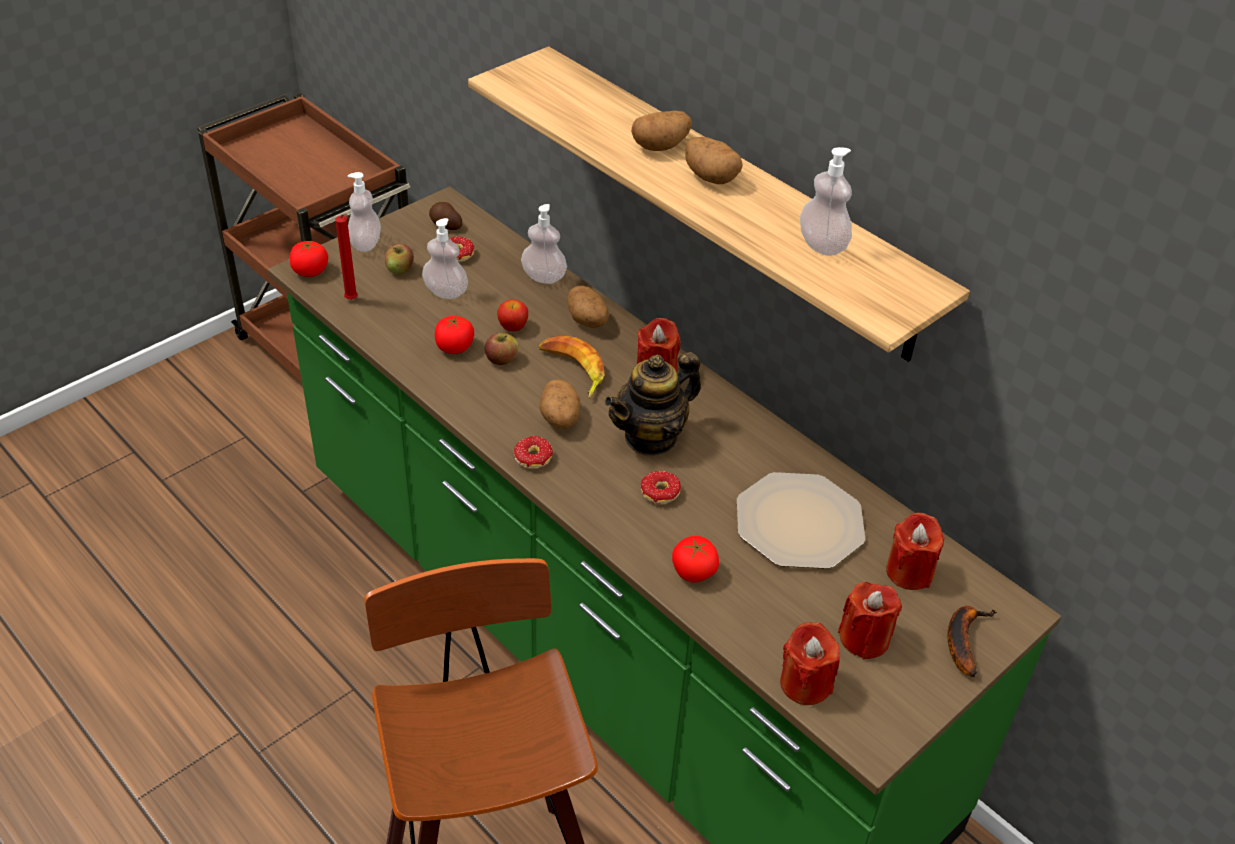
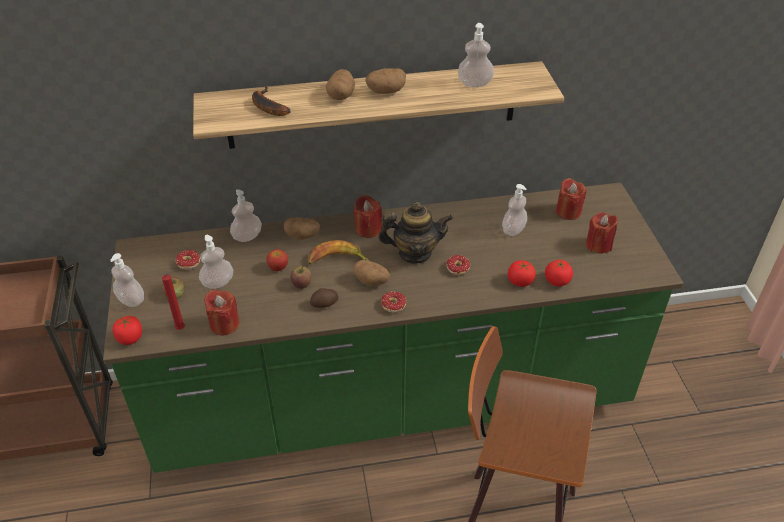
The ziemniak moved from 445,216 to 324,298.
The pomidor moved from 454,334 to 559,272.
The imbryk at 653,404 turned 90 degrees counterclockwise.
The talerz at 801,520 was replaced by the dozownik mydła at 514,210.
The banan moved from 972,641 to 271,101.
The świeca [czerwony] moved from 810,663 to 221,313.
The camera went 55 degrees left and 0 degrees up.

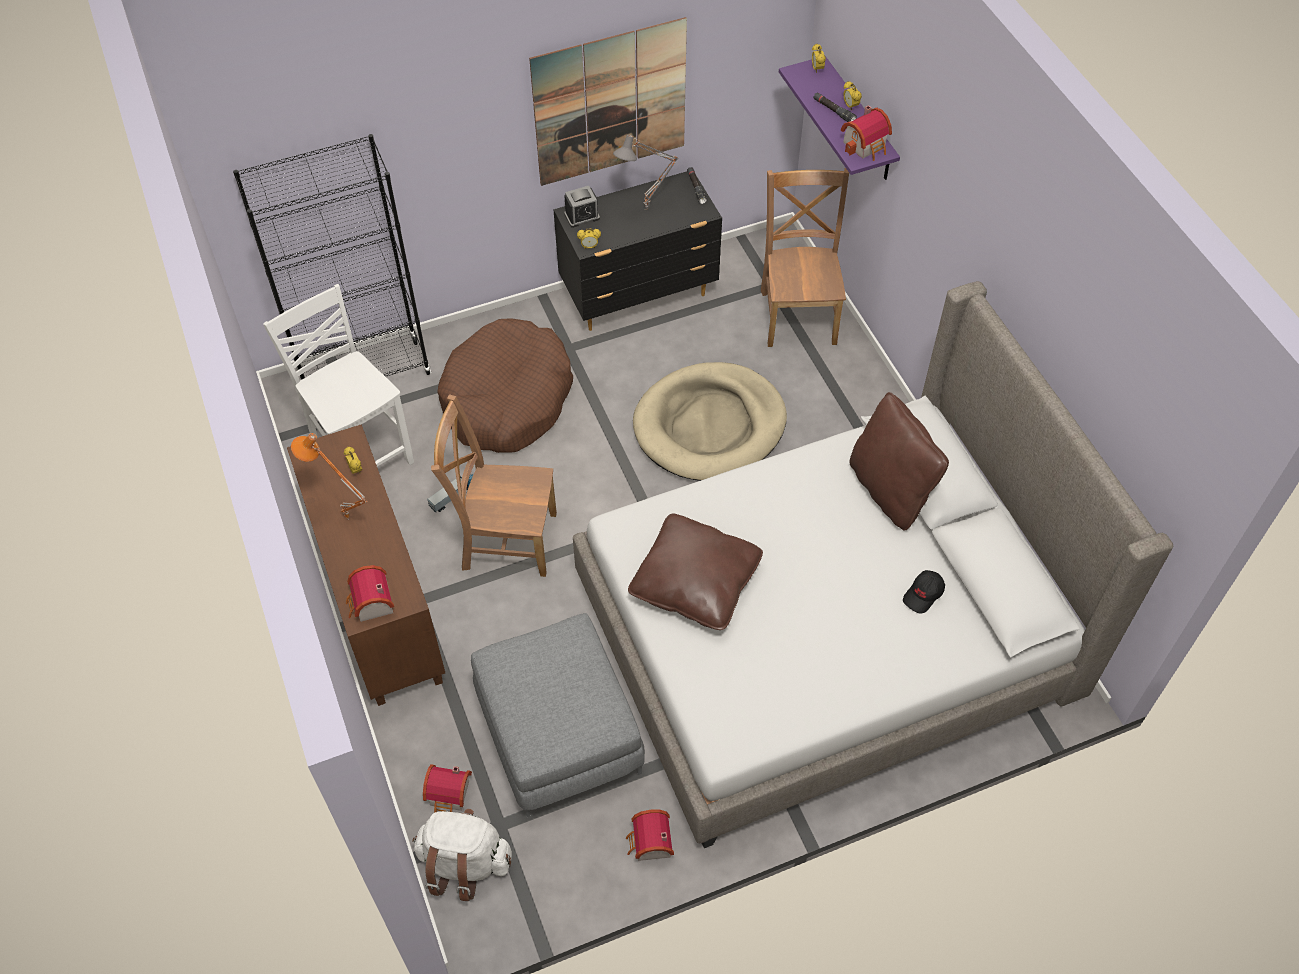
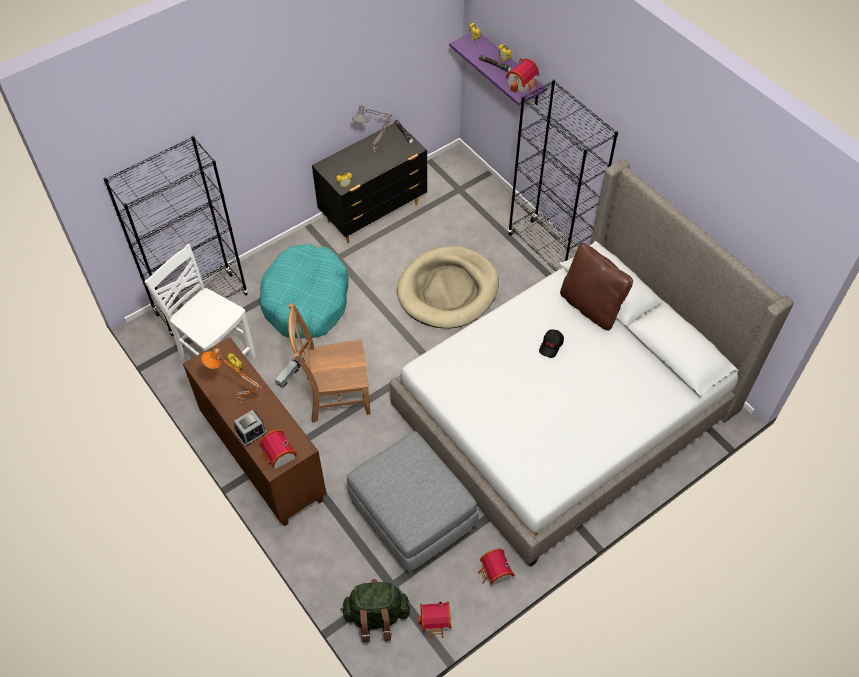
The obraz at 608,101 disappeared.
The krzesło [brązowy] at 805,257 disappeared.
The budzik moved from 582,207 to 250,428.
The legowisko [brązowy] at 505,385 became the legowisko [turkusowy] at 304,292.
The poduszka [brązowy] at 695,572 disappeared.
The czapka z daszkiem [czarny] moved from 924,592 to 551,344.
The domek moved from 447,788 to 434,620.
The plecak [biały] at 462,855 became the plecak [zielony] at 375,610.
The regał [czarny] at 563,175 appeared.
The camera went 15 degrees left and 0 degrees up.

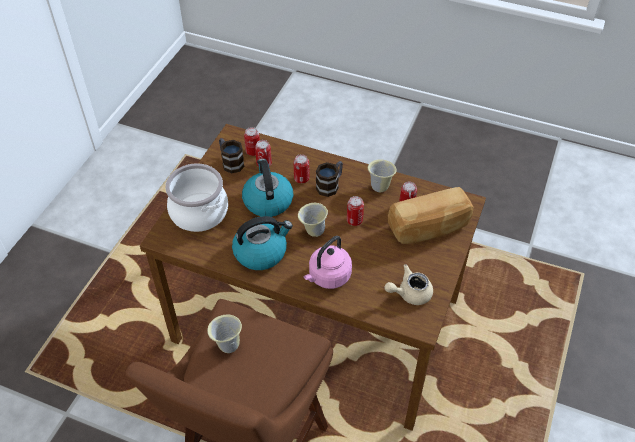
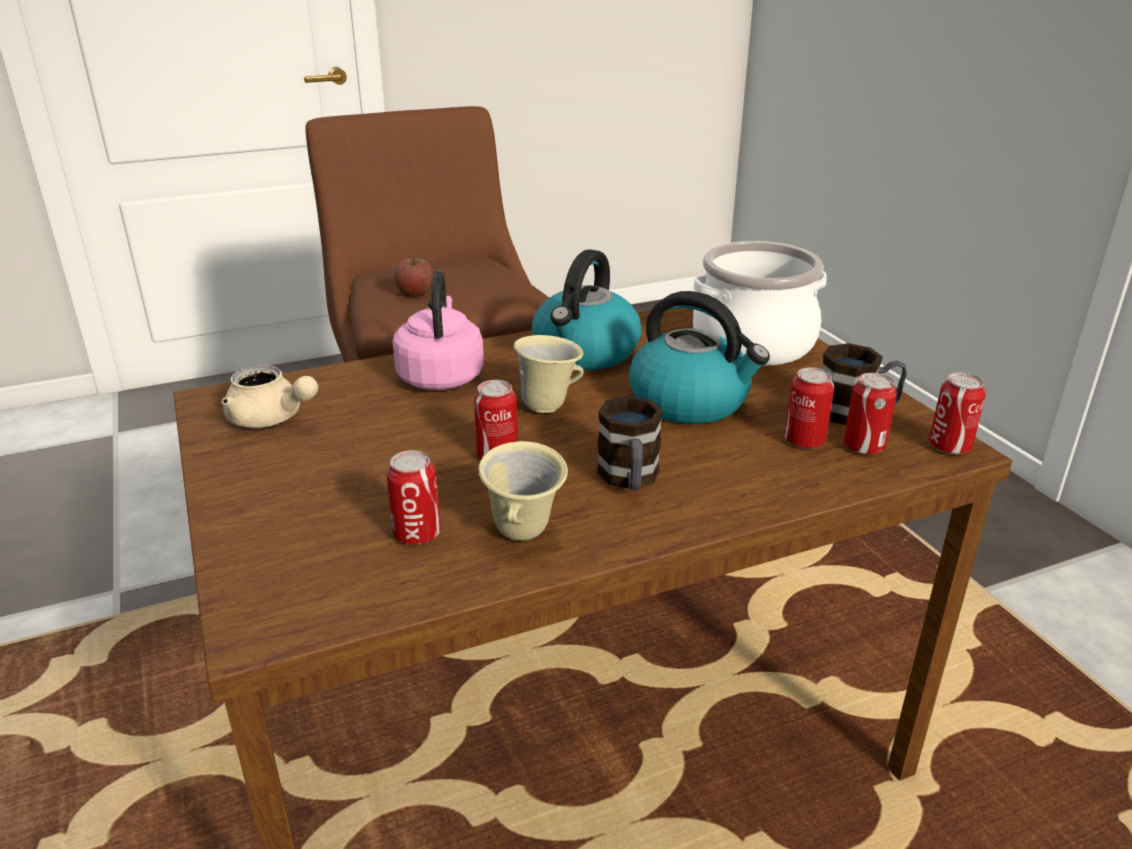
The puszka moved from 302,168 to 957,414.
The chleb at 431,215 disappeared.
The imbryk [beżowy] at 408,284 turned 90 degrees clockwise.
The kubek [beżowy] at 224,334 disappeared.
The jabłko at 414,277 appeared.
The camera went 135 degrees right and 20 degrees down.

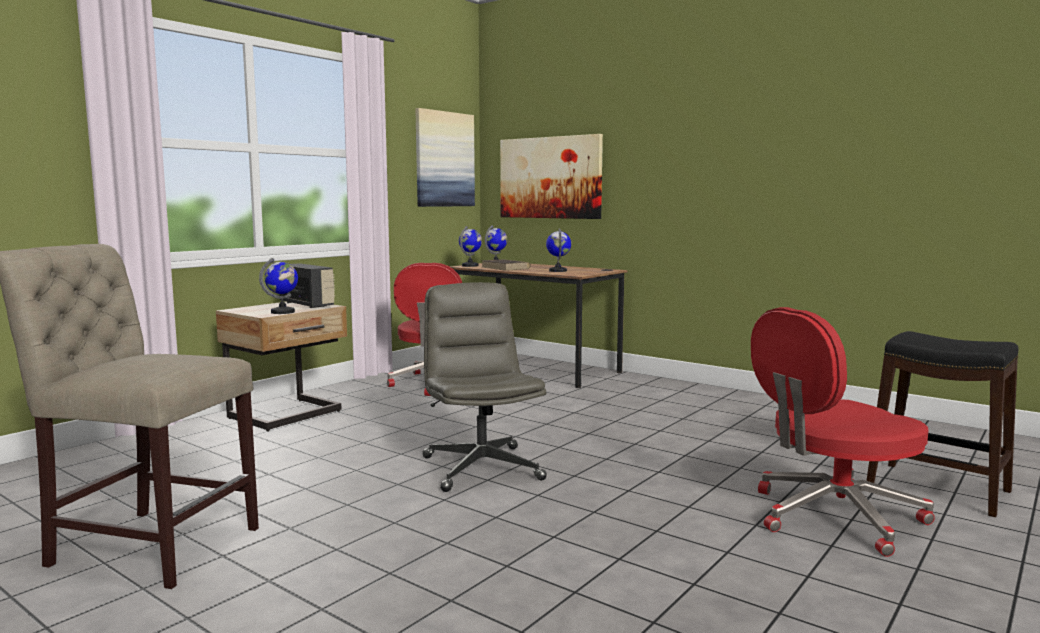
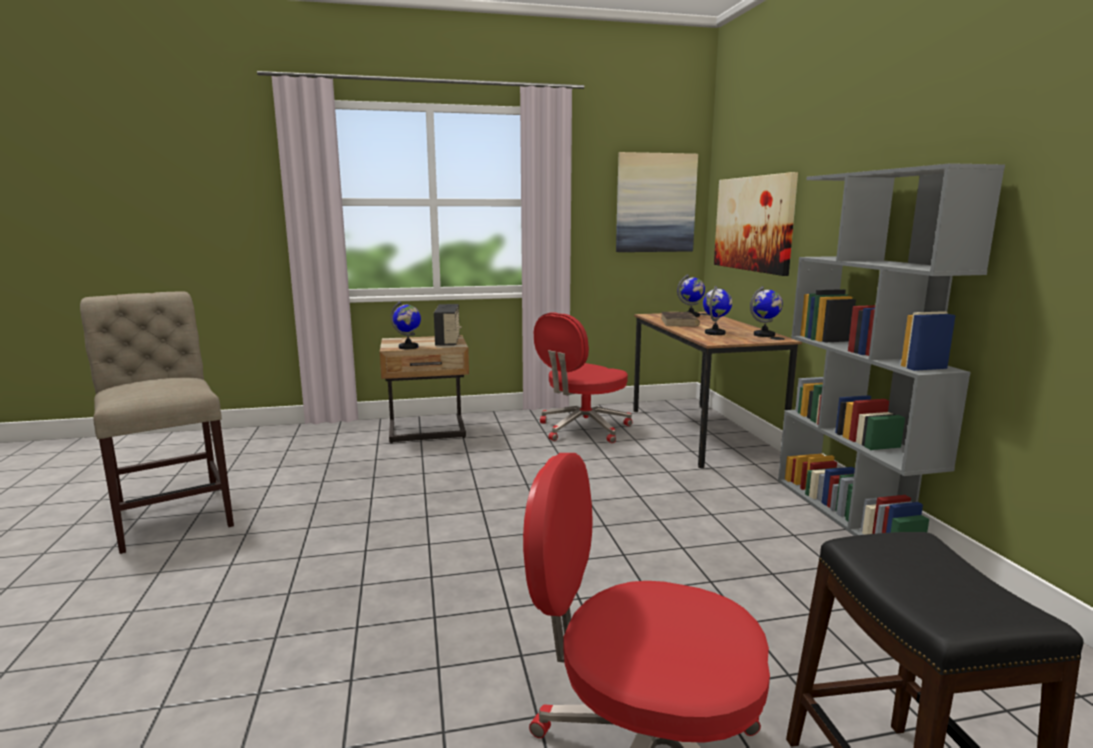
The globus moved from 470,246 to 766,311.
The krzesło biurowe [szary] at 485,387 disappeared.
The regał [szary] at 891,349 appeared.
The camera went 40 degrees right and 5 degrees up.

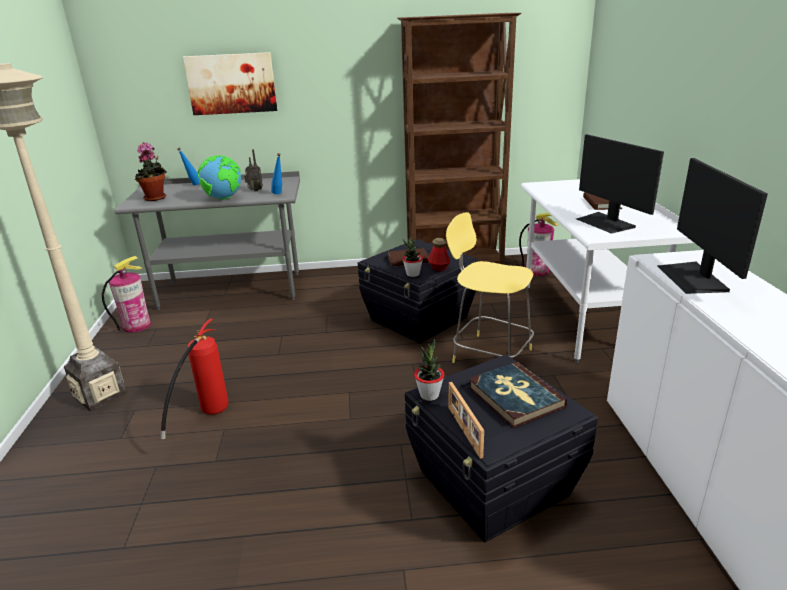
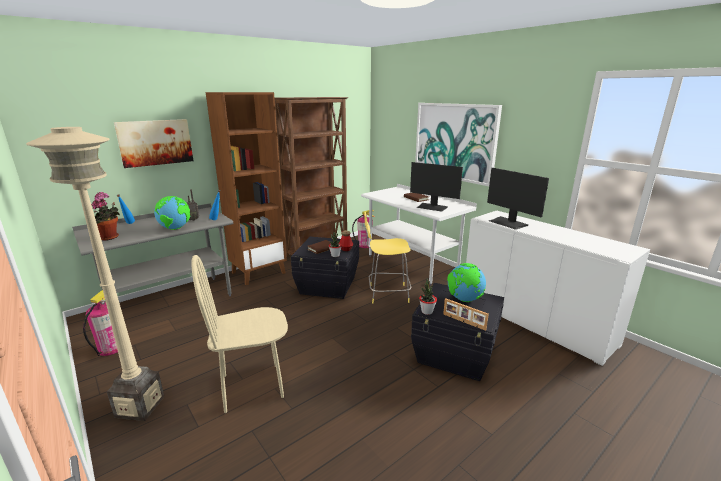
The gaśnica at 194,379 was replaced by the krzesło [beżowy] at 239,334.
The książka at 517,395 was replaced by the globus at 466,282.
The regał [brązowy] at 246,188 appeared.
The obraz at 458,144 appeared.
The camera went 35 degrees left and 5 degrees down.

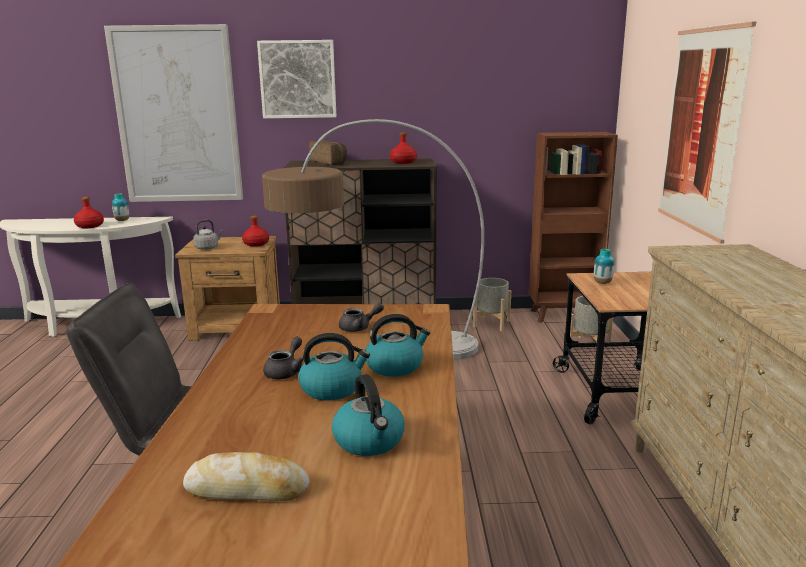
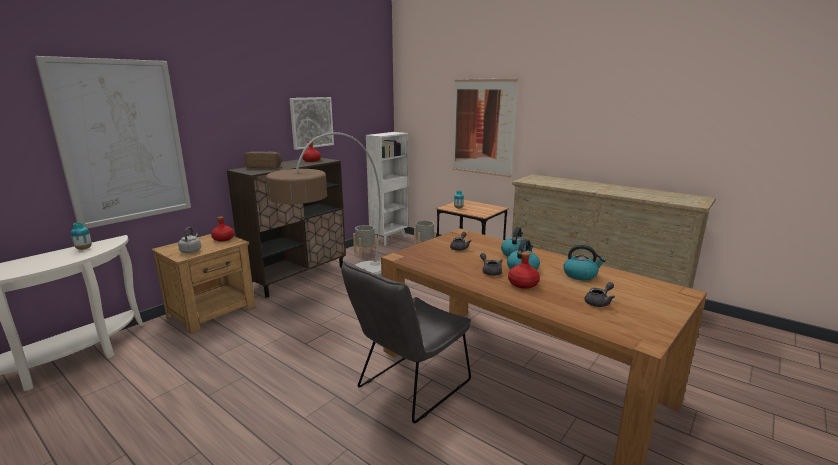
The obraz moved from 297,79 to 311,123.
The regał [brązowy] at 573,227 became the regał [biały] at 387,189.
The butelka [czerwony] moved from 89,212 to 524,270.
The chleb at 246,476 was replaced by the imbryk [szary] at 600,294.
The camera went 50 degrees left and 0 degrees up.

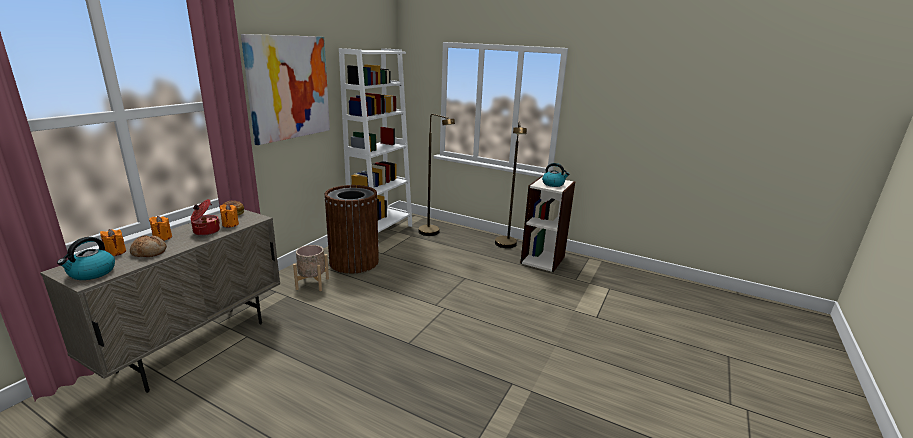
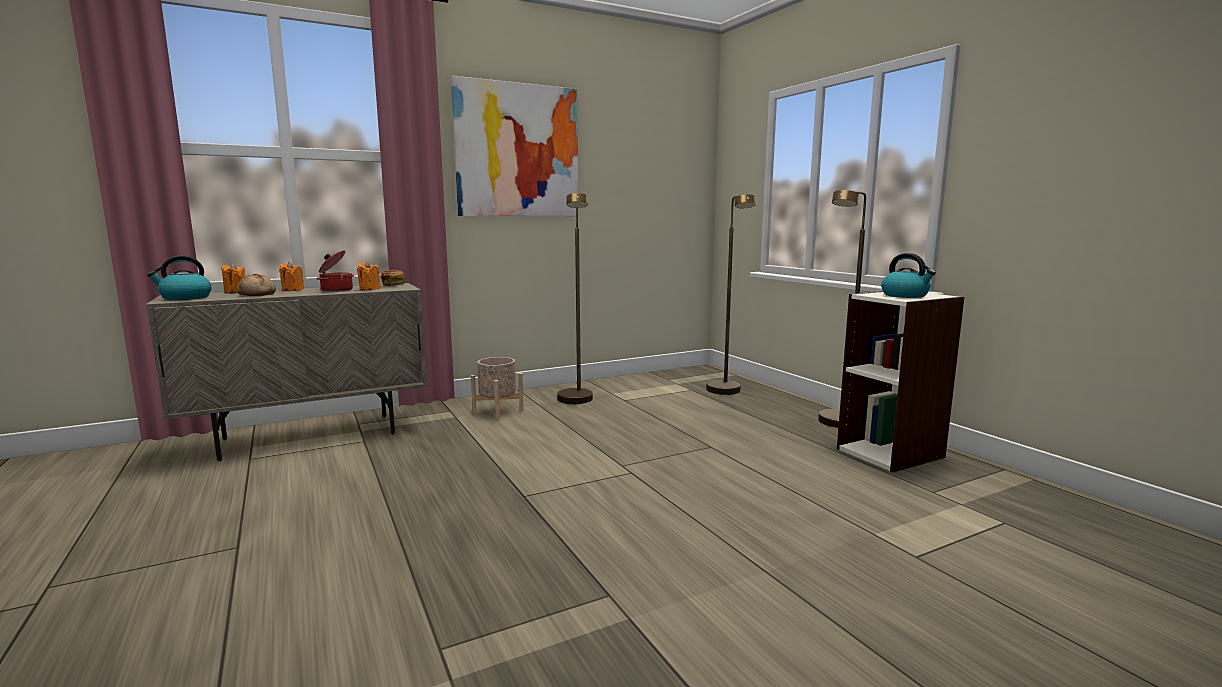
The regał [biały] at 375,147 disappeared.
The kosz na śmieci [brązowy] at 351,229 was replaced by the lampa stojąca [brązowy] at 575,298.
The camera went 35 degrees right and 10 degrees down.

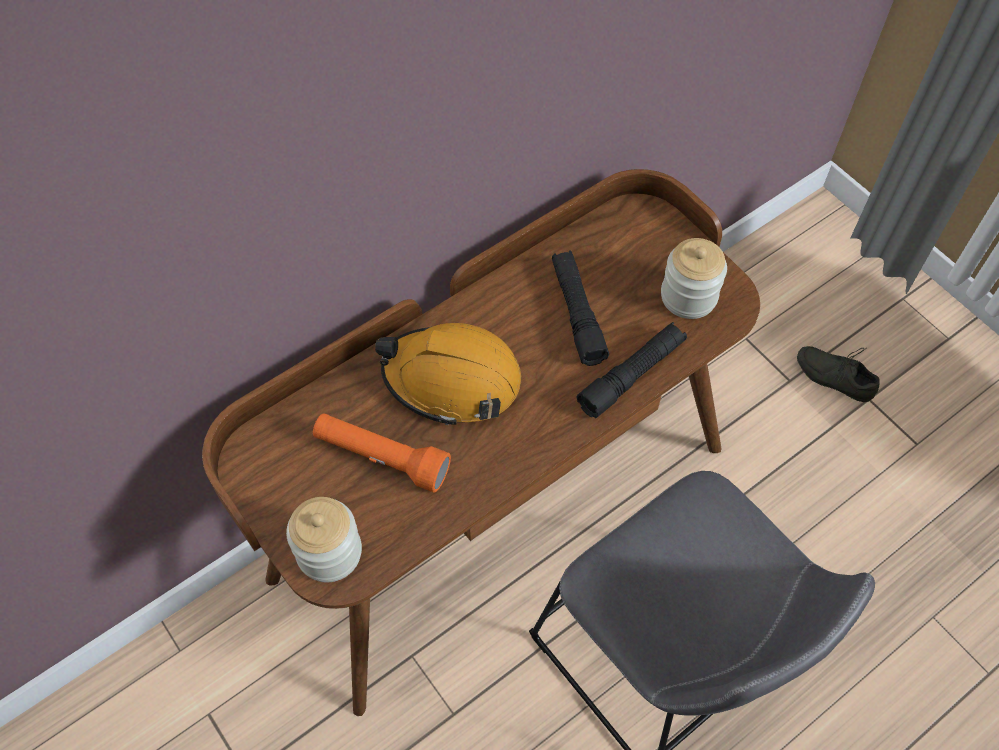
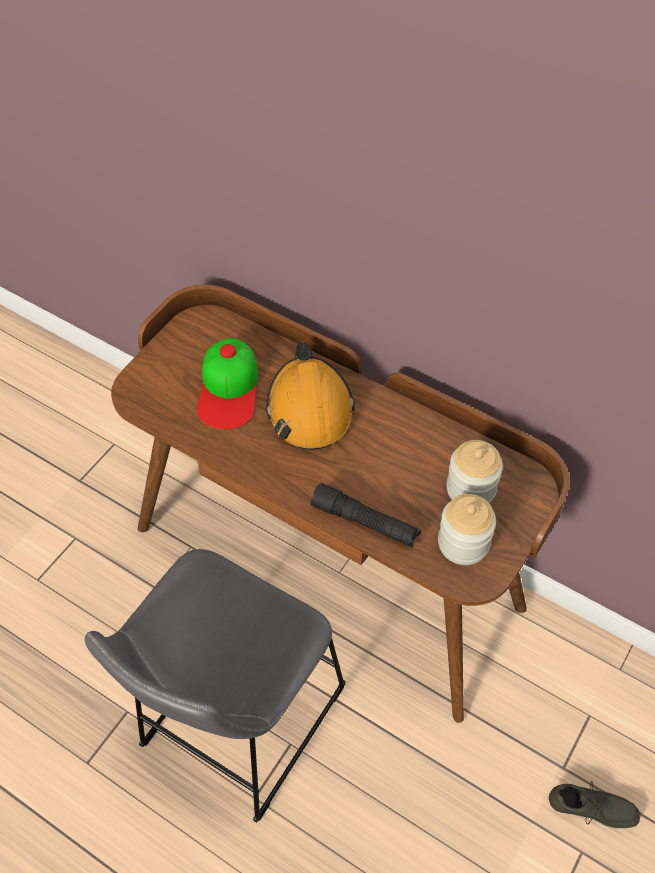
The latarka [czarny] at 580,308 disappeared.
The but [szary] at 838,374 turned 90 degrees clockwise.
The latarka [pomarańczowy] at 382,453 was replaced by the czapka z daszkiem at 227,384.
The słoik moved from 324,539 to 474,472.
The camera went 70 degrees right and 5 degrees down.

